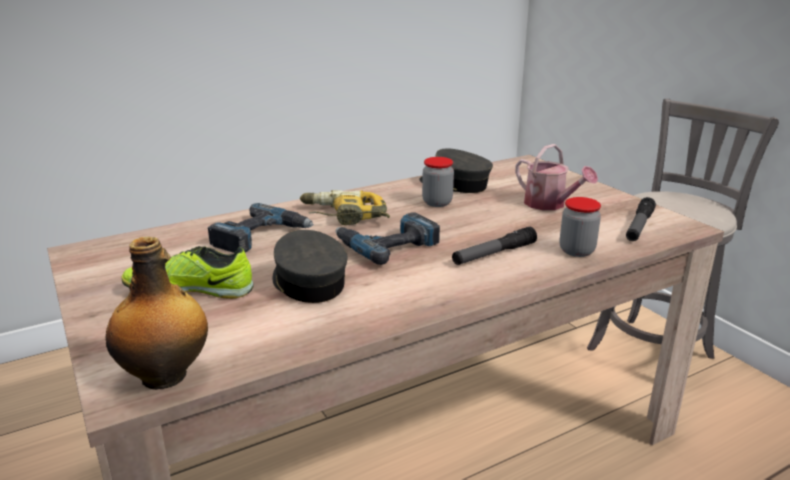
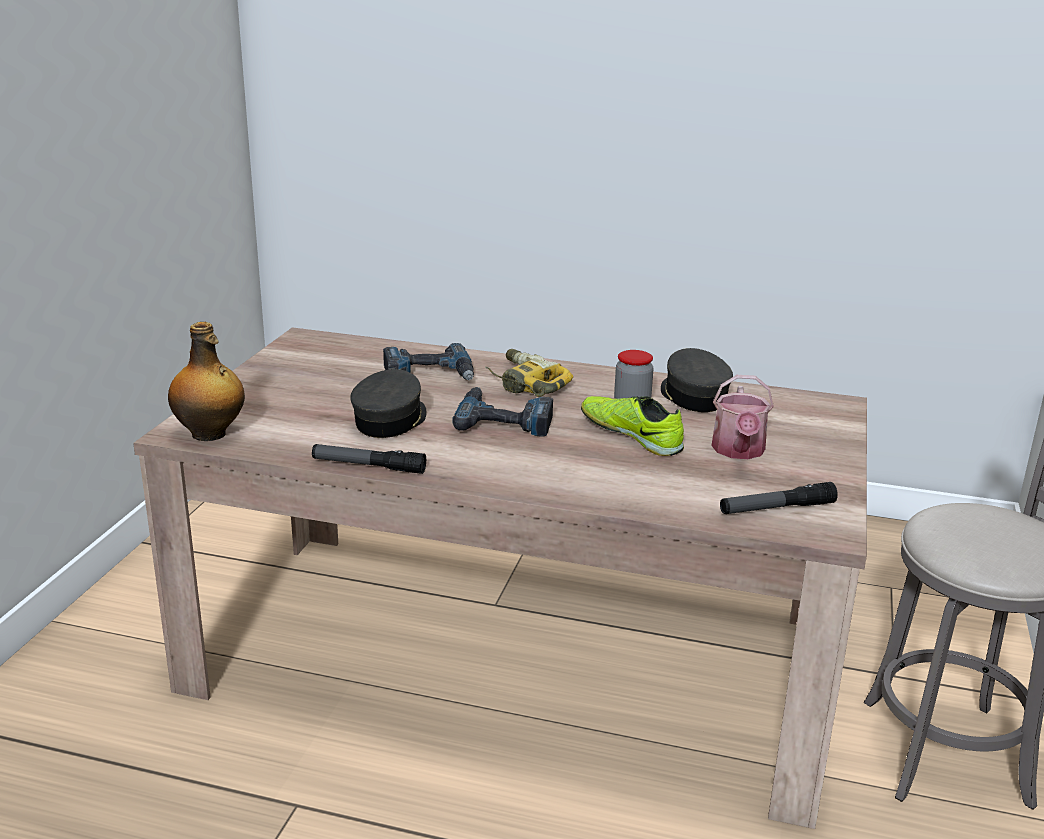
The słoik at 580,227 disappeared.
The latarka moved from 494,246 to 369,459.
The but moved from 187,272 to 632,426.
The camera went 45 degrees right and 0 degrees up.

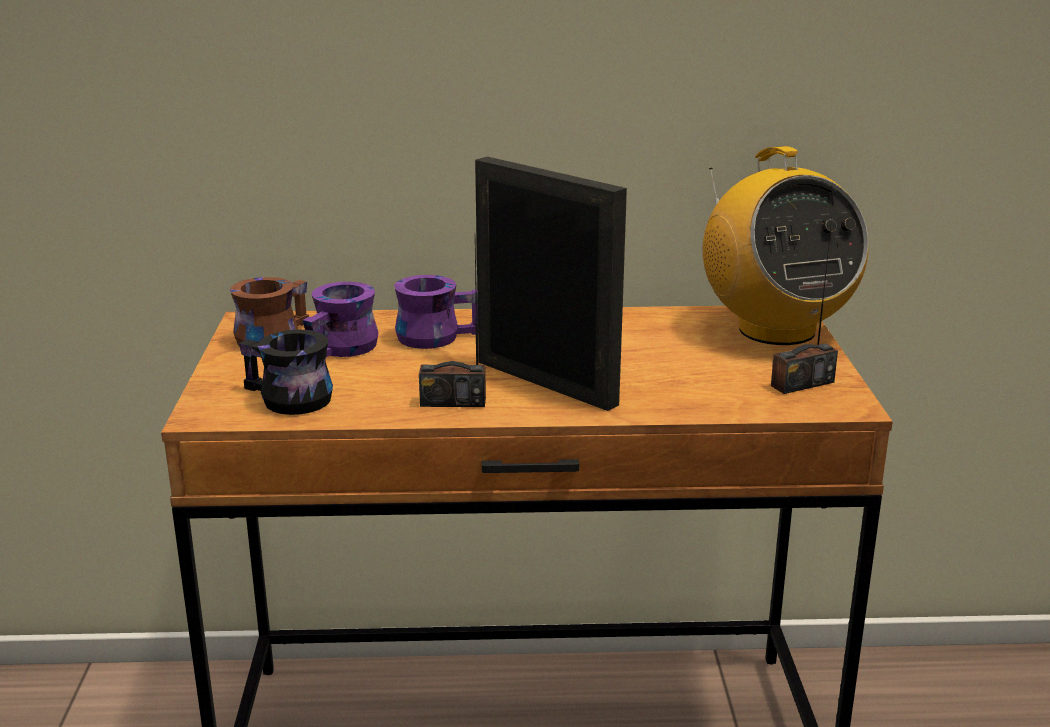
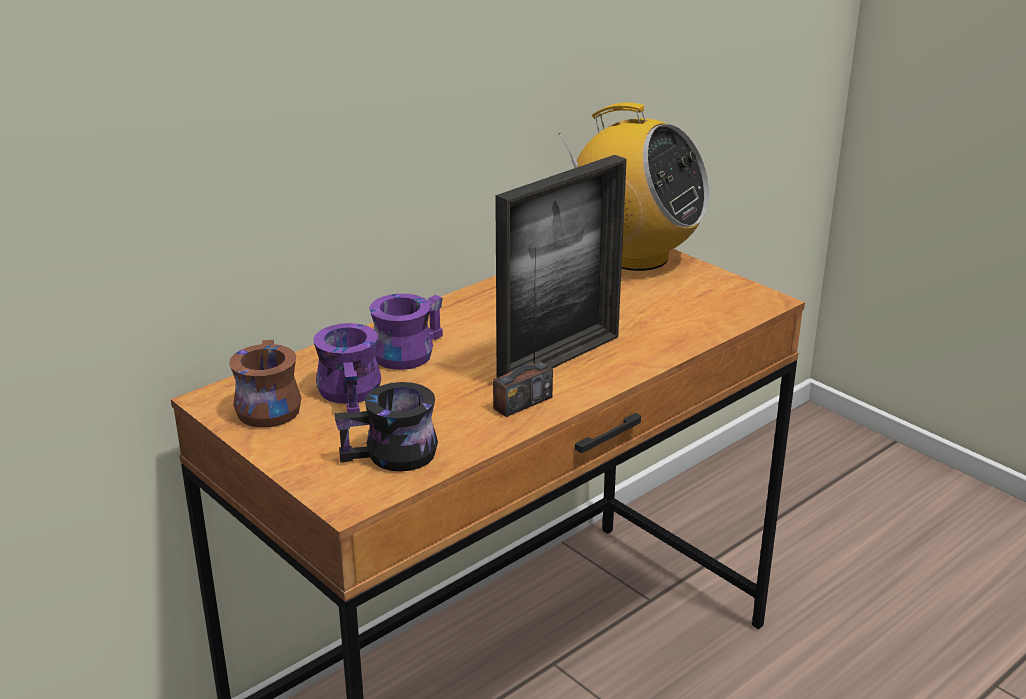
The ramka na zdjęcie at 551,283 turned 135 degrees clockwise.
The radio at 804,306 disappeared.
The camera went 40 degrees left and 5 degrees up.

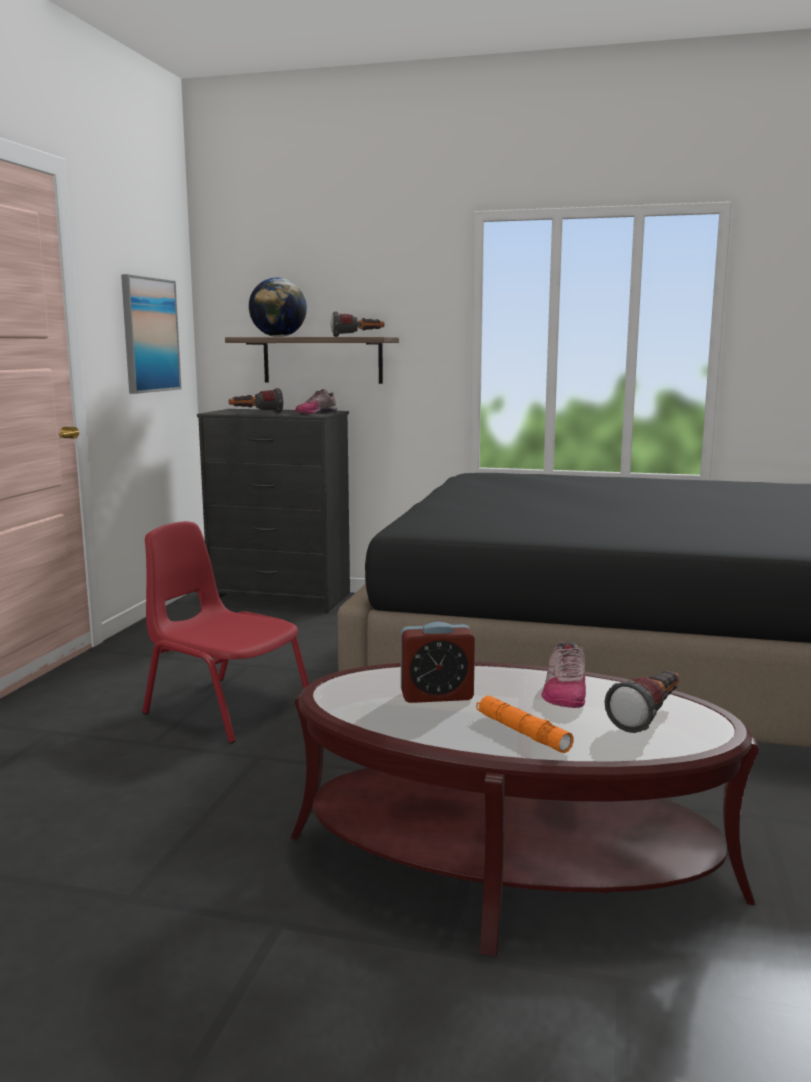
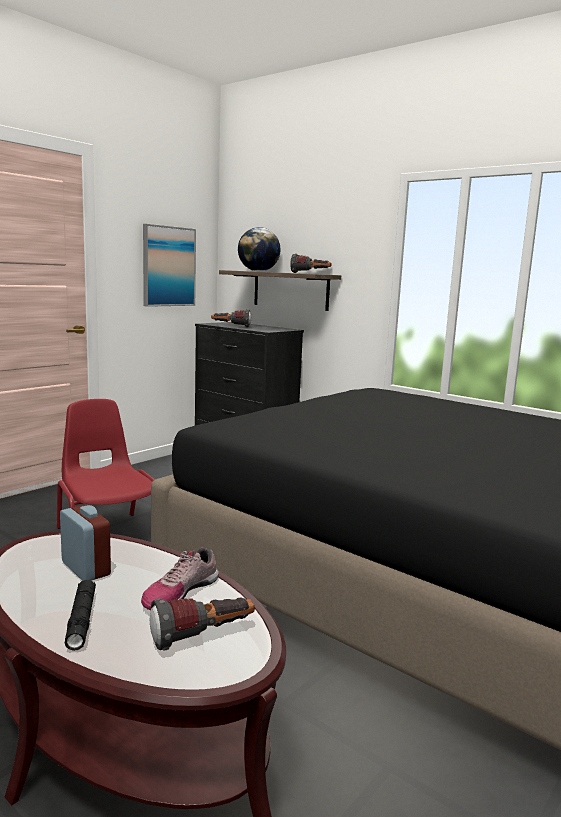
The but at 316,401 disappeared.
The budzik at 438,662 turned 150 degrees counterclockwise.
The latarka [pomarańczowy] at 525,724 became the latarka [czarny] at 80,615.
The camera went 25 degrees right and 0 degrees up.

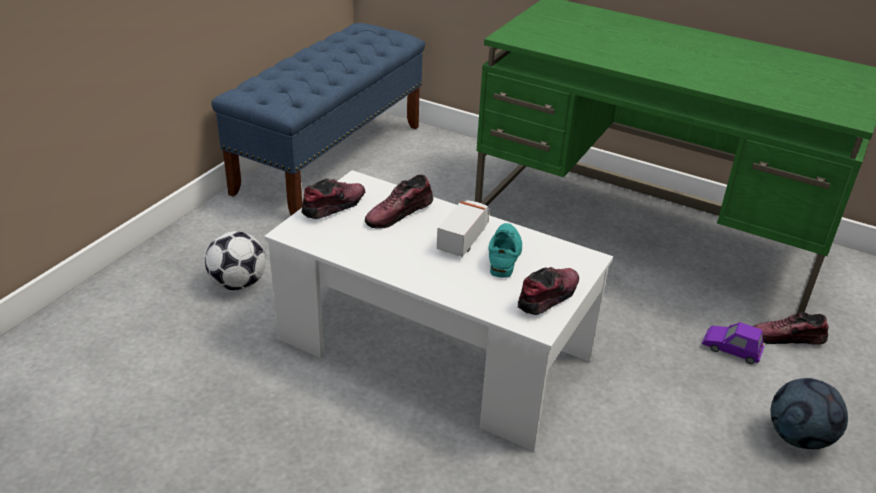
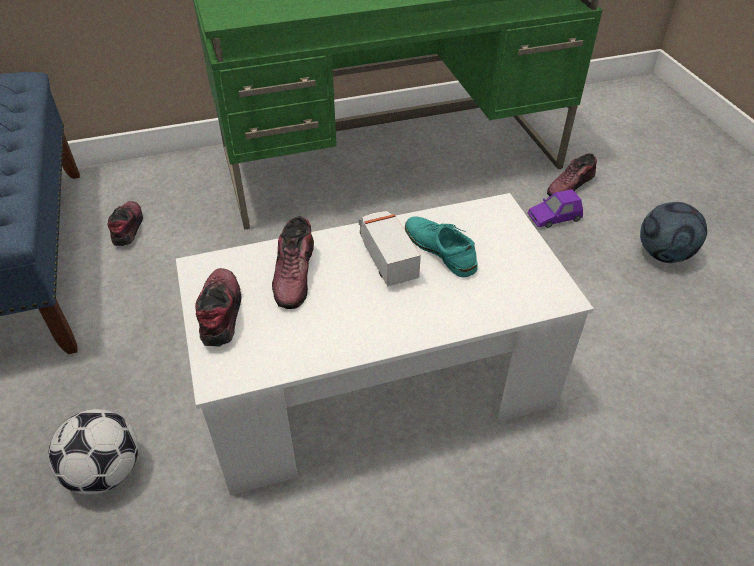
The but moved from 548,291 to 125,223.
The camera went 45 degrees left and 10 degrees up.

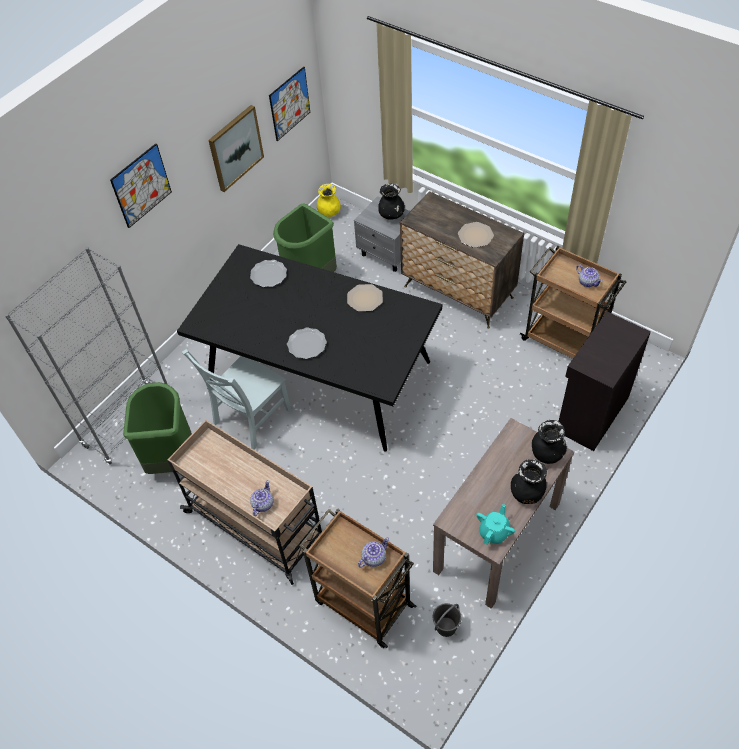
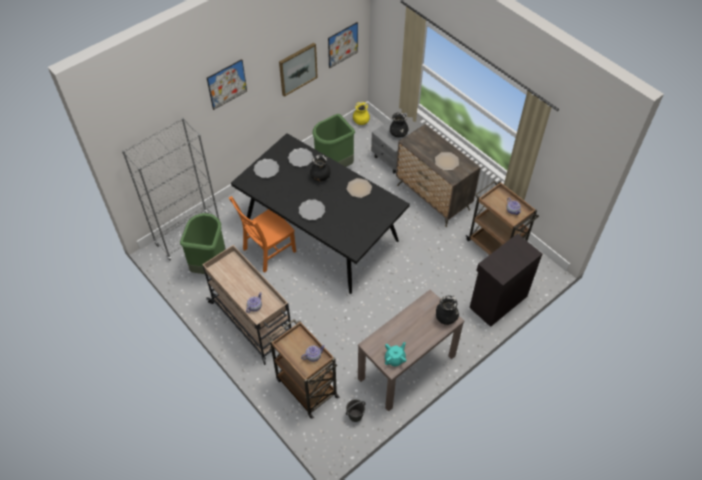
The krzesło [szary] at 236,399 became the krzesło [pomarańczowy] at 262,234.
The wazon [czarny] moved from 529,481 to 320,168.
The talerz at 266,168 appeared.
The camera went 10 degrees right and 0 degrees up.

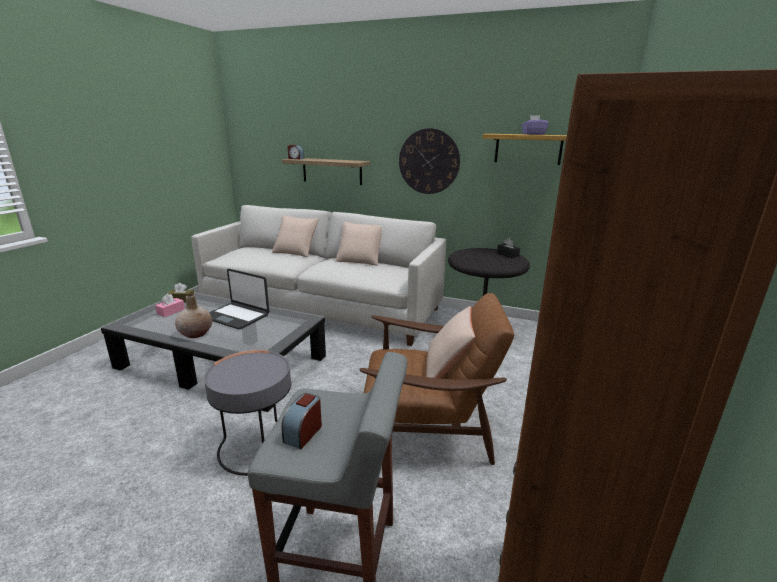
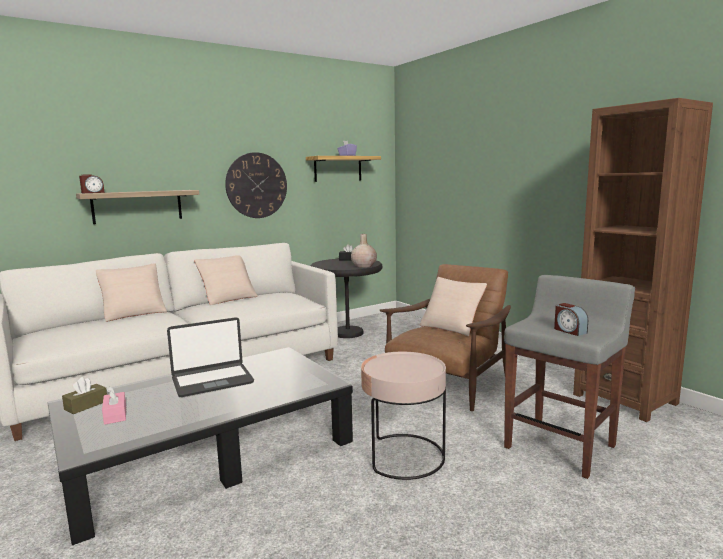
The wazon [beżowy] moved from 193,316 to 364,251.
The stolik [szary] at 247,413 became the stolik [różowy] at 403,416.
The camera went 55 degrees left and 10 degrees down.

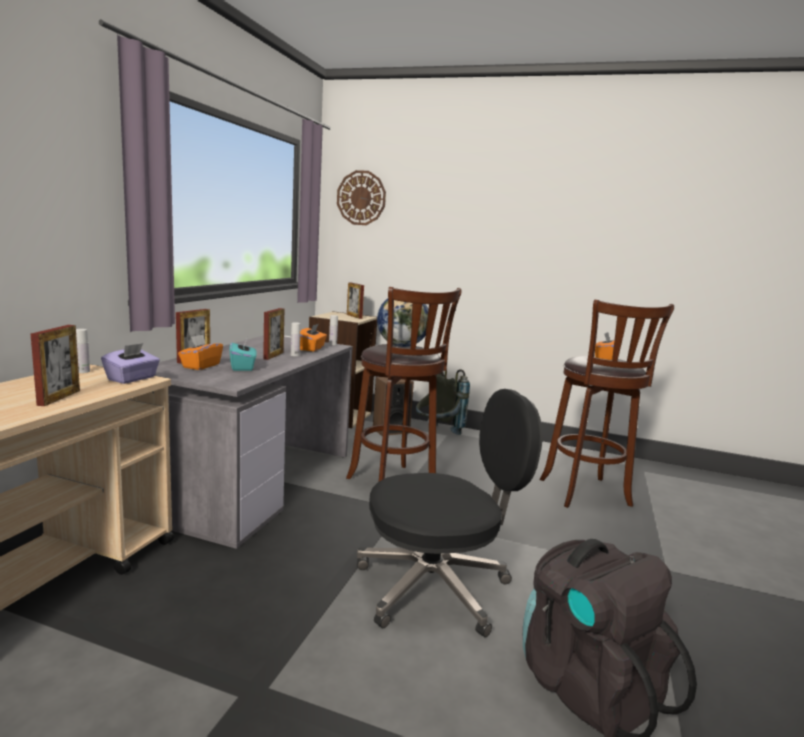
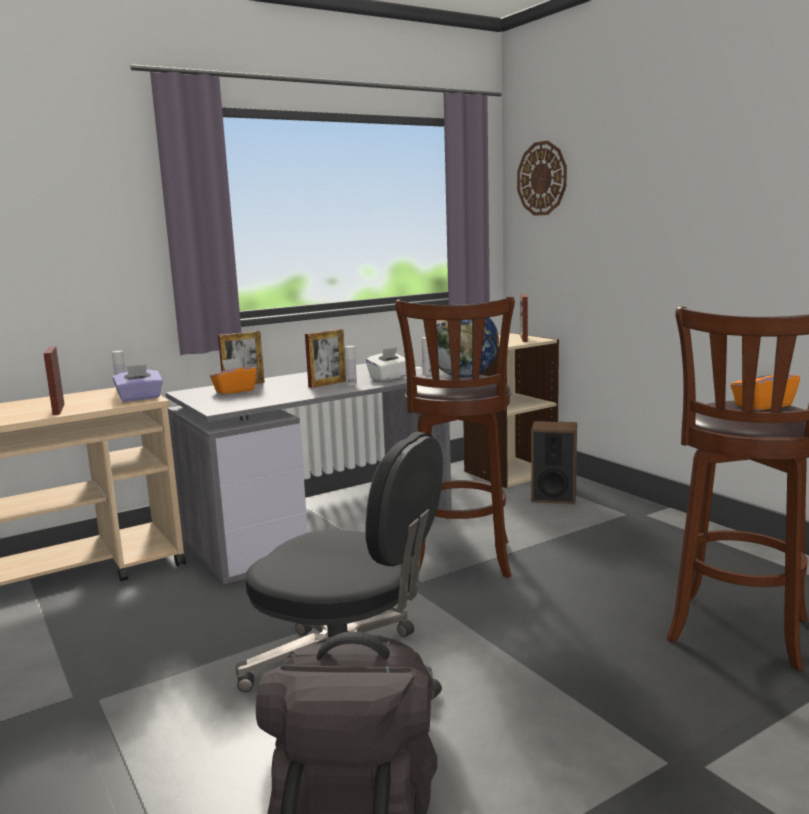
The pudełko chusteczek [pomarańczowy] at 313,338 became the pudełko chusteczek [biały] at 386,364.
The ramka na zdjęcie at 55,365 turned 120 degrees clockwise.
The pudełko chusteczek [turkusowy] at 243,355 disappeared.
The plecak [szary] at 443,402 disappeared.
The camera went 40 degrees right and 0 degrees up.

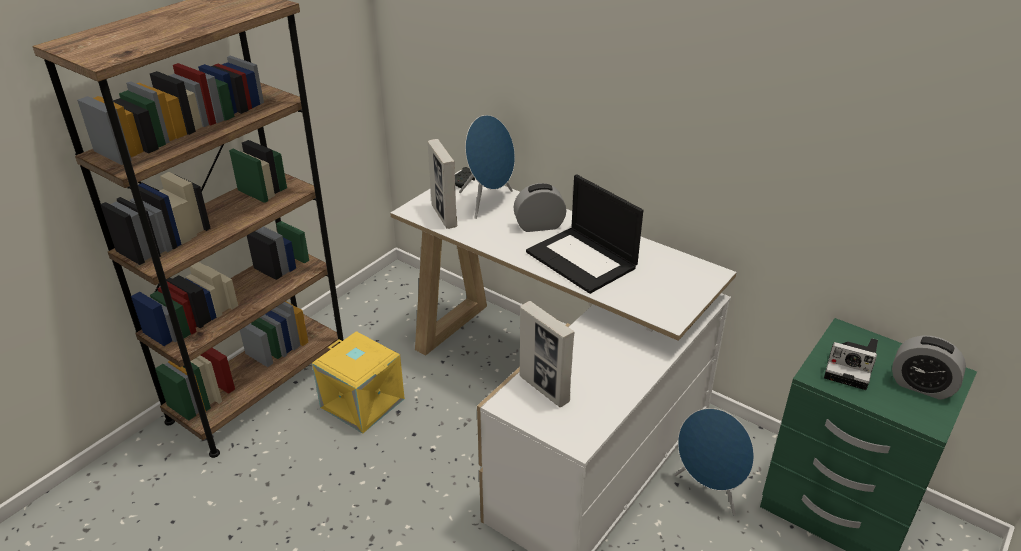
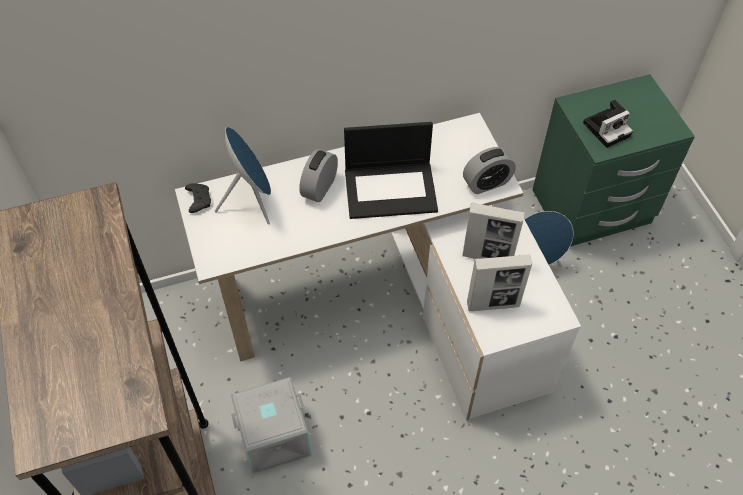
The ramka na zdjęcie moved from 442,184 to 493,230.
The pojemnik do przechowywania [żółty] at 358,382 became the pojemnik do przechowywania [szary] at 271,425.
The budzik moved from 929,368 to 489,170.
The camera went 55 degrees left and 20 degrees up.

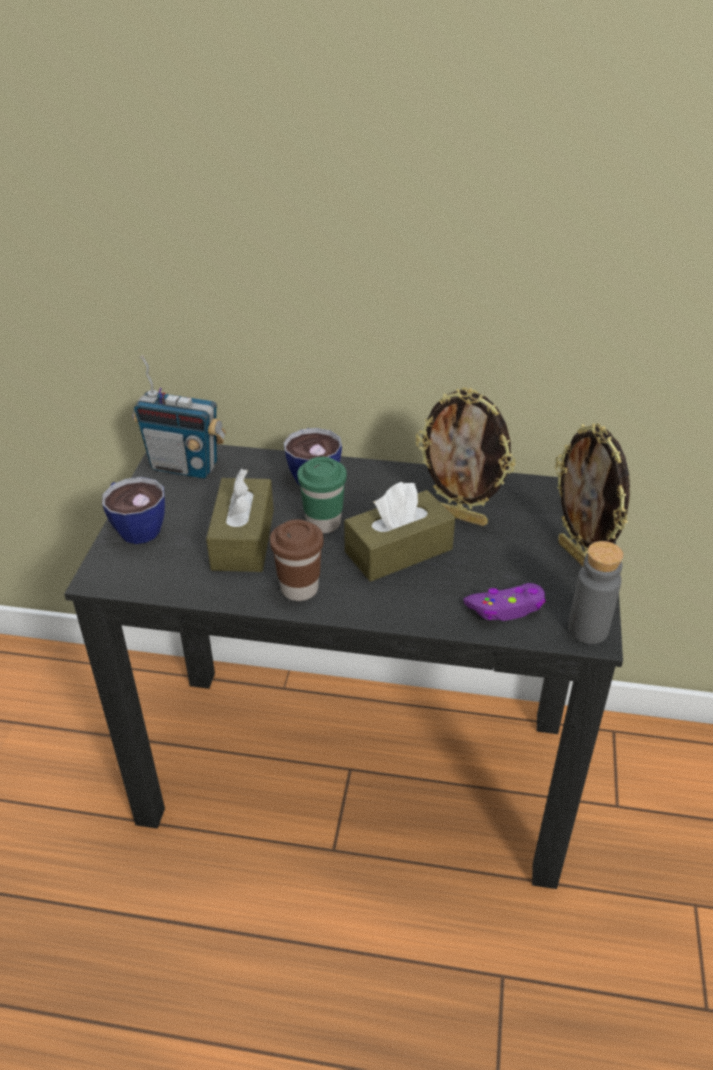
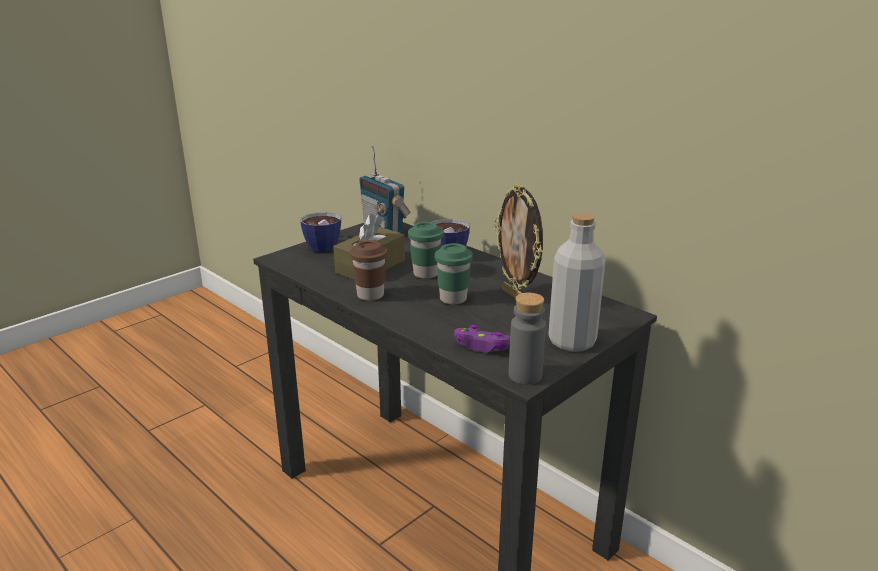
The ramka na zdjęcie at 592,494 was replaced by the butelka [szary] at 576,282.
The pudełko chusteczek [brązowy] at 399,532 was replaced by the filiżanka [zielony] at 454,274.
The camera went 35 degrees right and 15 degrees down.

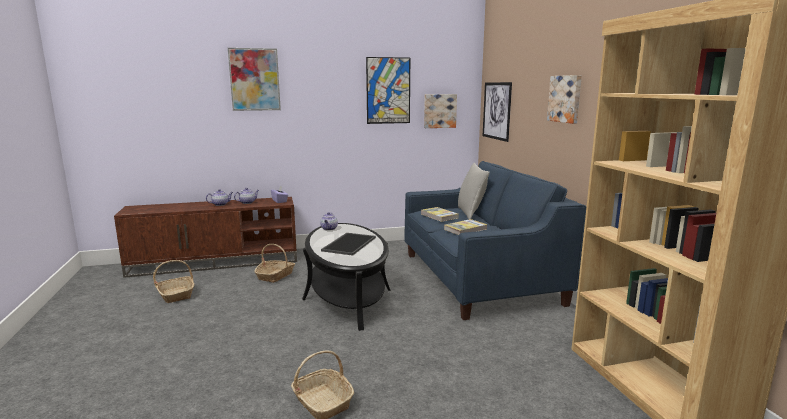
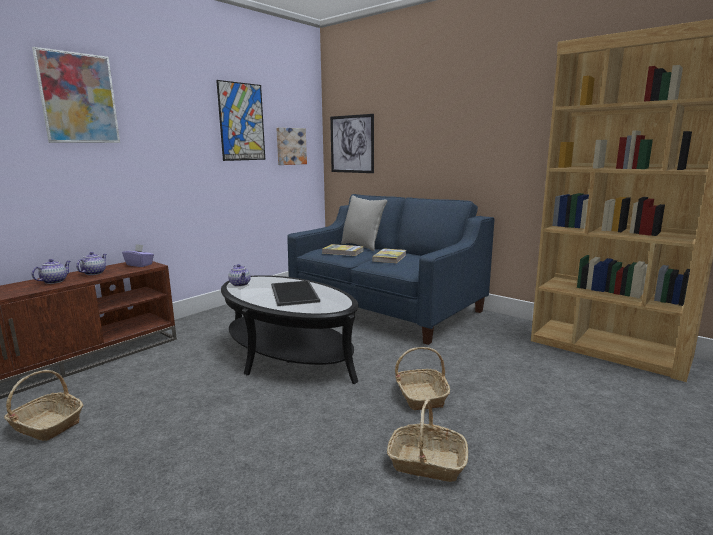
The obraz at 564,99 disappeared.
The koszyk moved from 274,263 to 422,378.
The camera went 35 degrees left and 0 degrees up.

